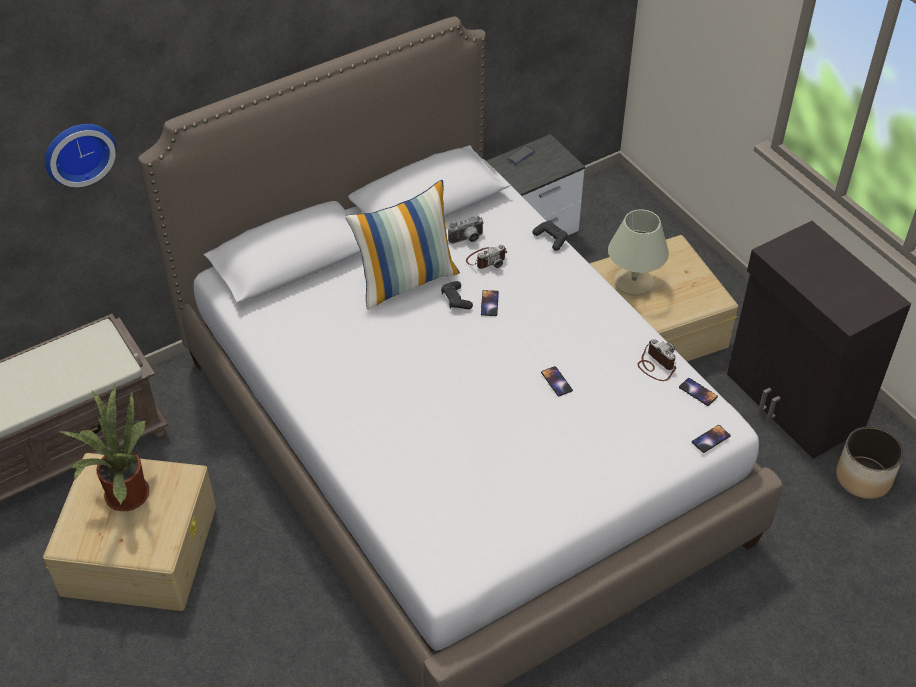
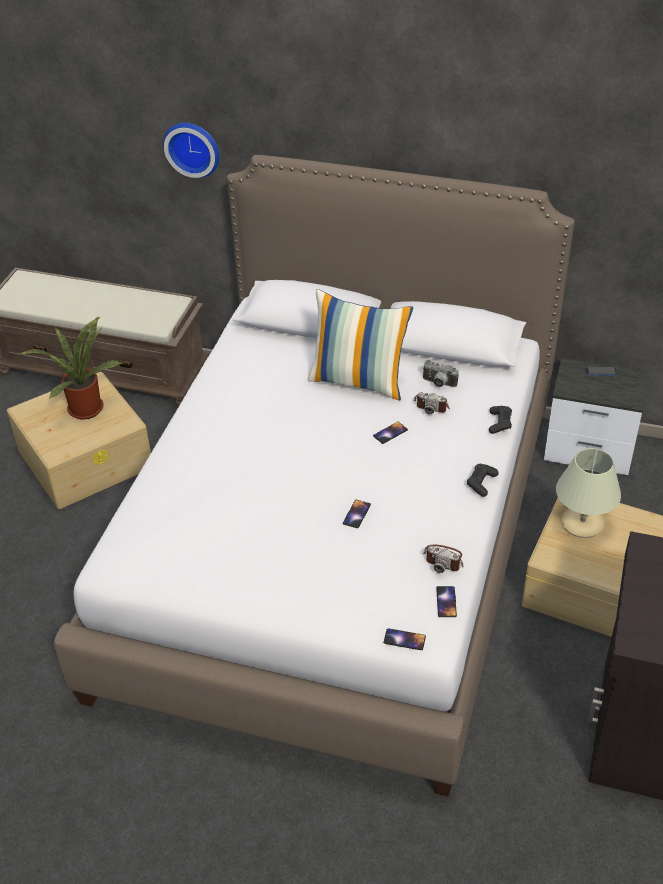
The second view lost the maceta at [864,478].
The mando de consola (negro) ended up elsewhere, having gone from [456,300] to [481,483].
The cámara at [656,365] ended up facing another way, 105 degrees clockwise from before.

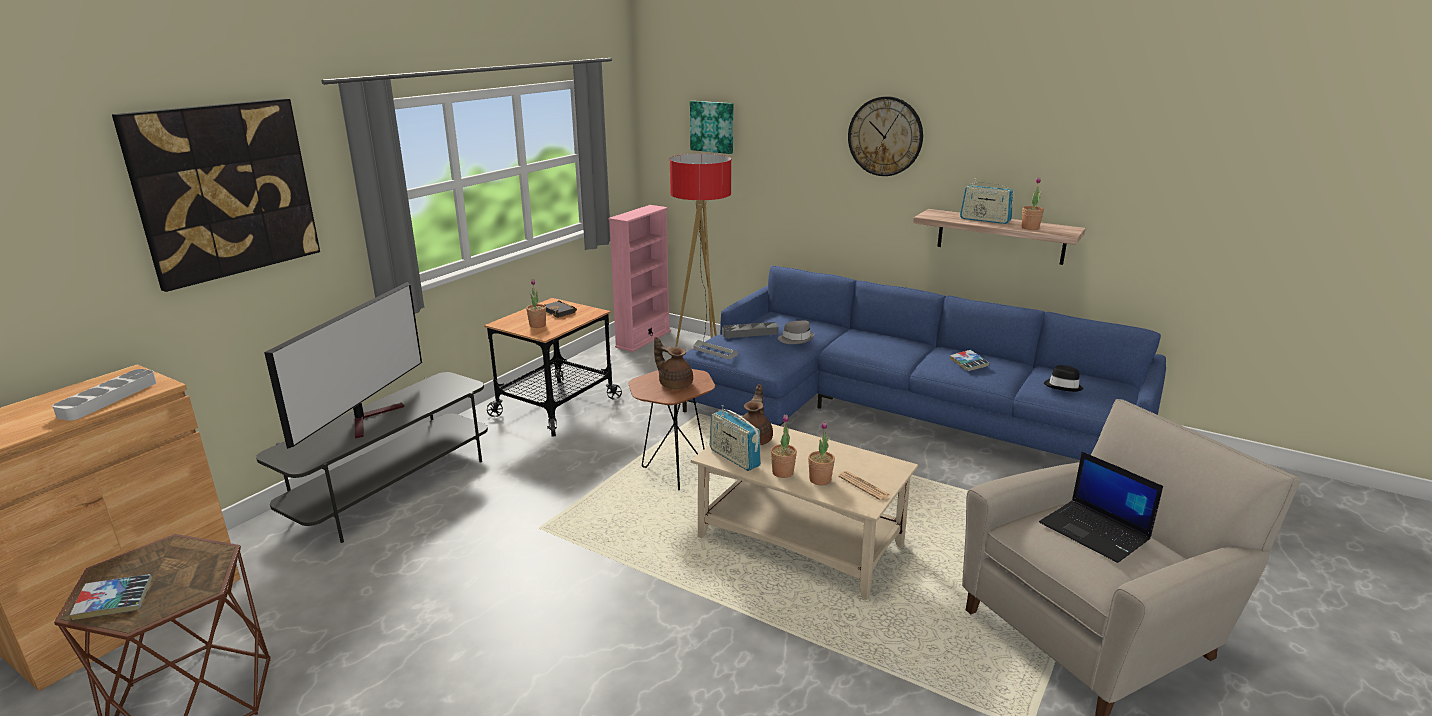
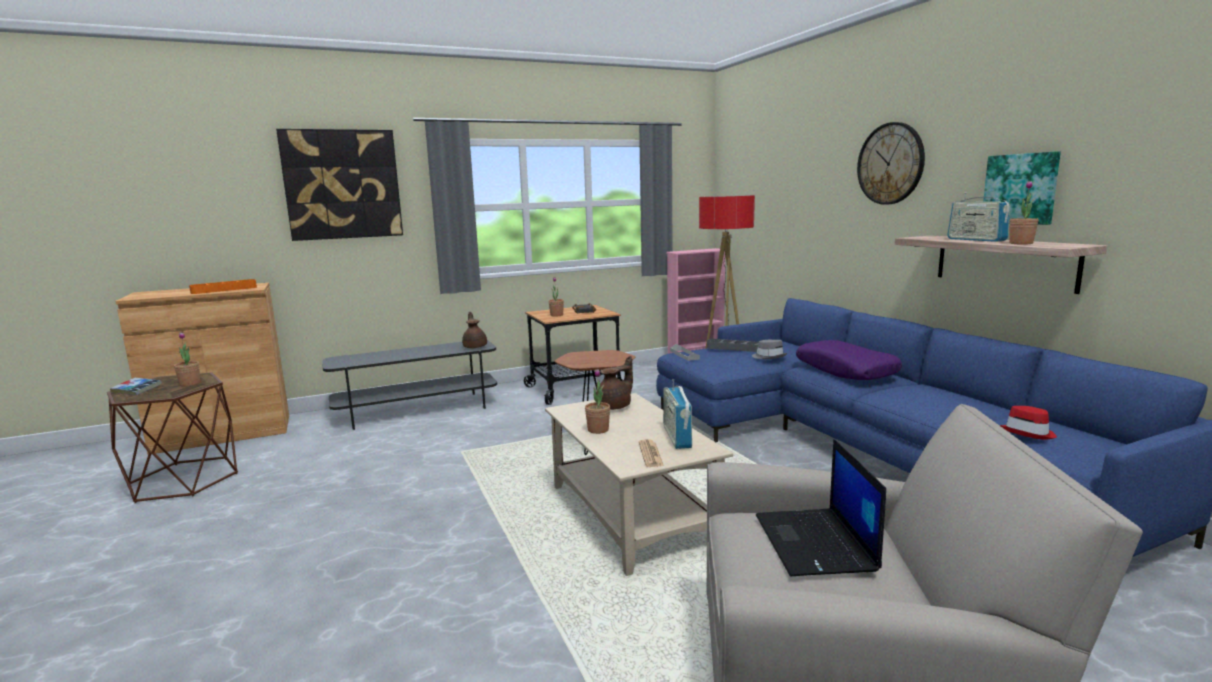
The second view lost the televisor at [370,418].
The second view lost the libro at [968,364].
The second view gained the cojín (morado) at [846,370].
The tetera (marrón) ended up elsewhere, having gone from [674,384] to [475,346].
The cuadro ended up elsewhere, having gone from [712,126] to [1021,189].
The radio ended up elsewhere, having gone from [734,458] to [677,437].
The planta en maceta ended up elsewhere, having gone from [820,480] to [190,384].
What was the bandeja (gris) at [108,399] turned into the bandeja (naranja) at [224,290].
What was the sombrero (negro) at [1063,386] turned into the sombrero (rojo) at [1028,433].

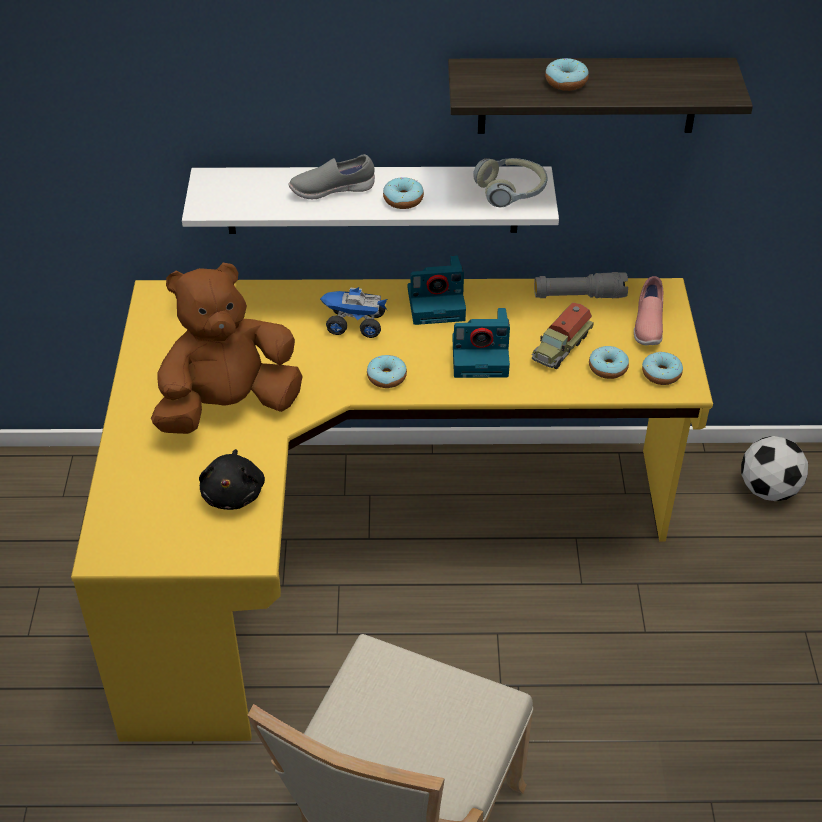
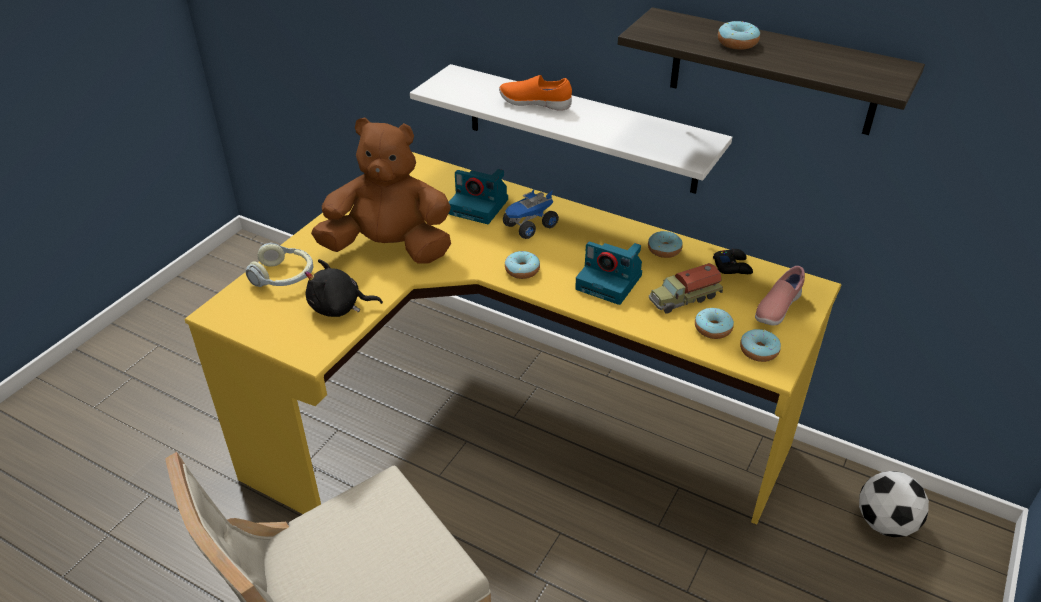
The rosquilla ended up elsewhere, having gone from [403,200] to [664,250].
The cámara ended up elsewhere, having gone from [437,303] to [480,206].
The auriculares ended up elsewhere, having gone from [511,191] to [284,276].
Where the linterna (gris) stood at [579,296], the mando de consola (negro) came to stand at [732,266].
What was the zapato (gris) at [332,190] turned into the zapato (naranja) at [535,104].
The peluche (negro) at [234,493] ended up facing another way, 60 degrees clockwise from before.
The camión de juguete at [354,325] ended up facing another way, 75 degrees counterclockwise from before.

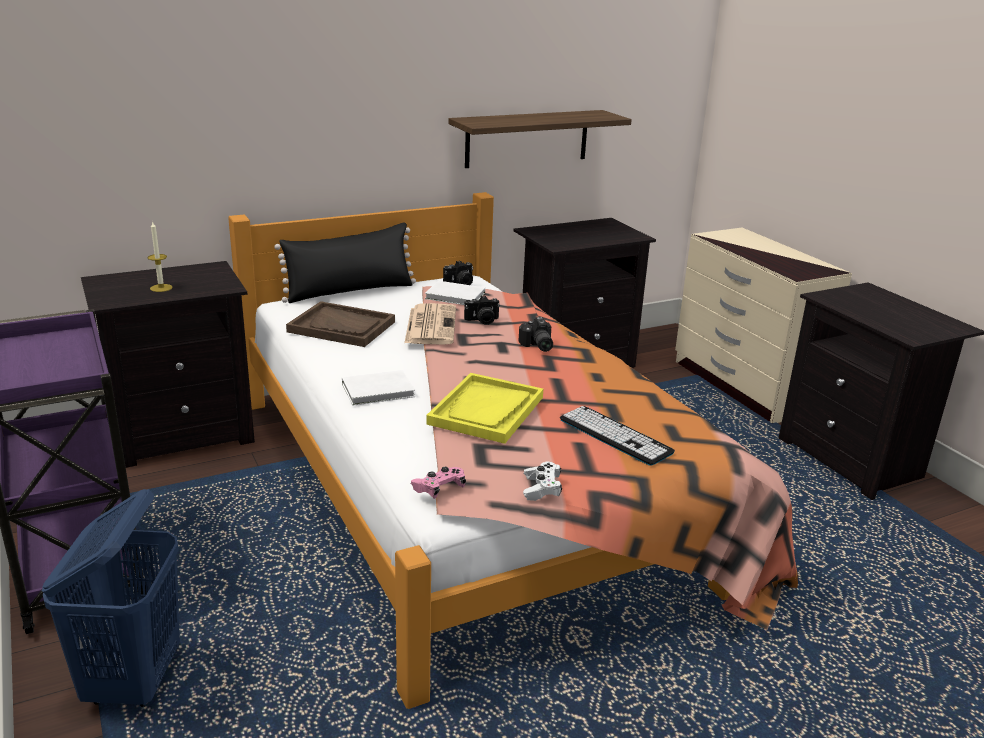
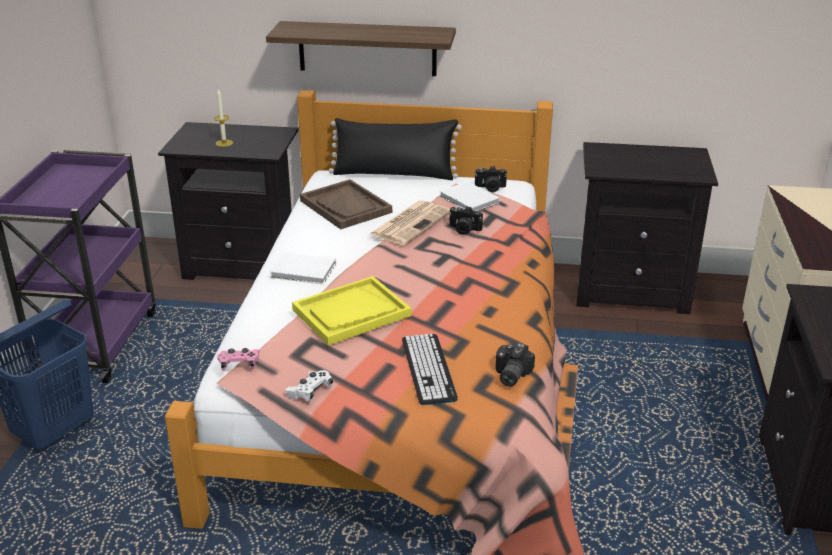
The estante ended up elsewhere, having gone from [527,138] to [367,48].
The cámara ended up elsewhere, having gone from [537,346] to [509,375].

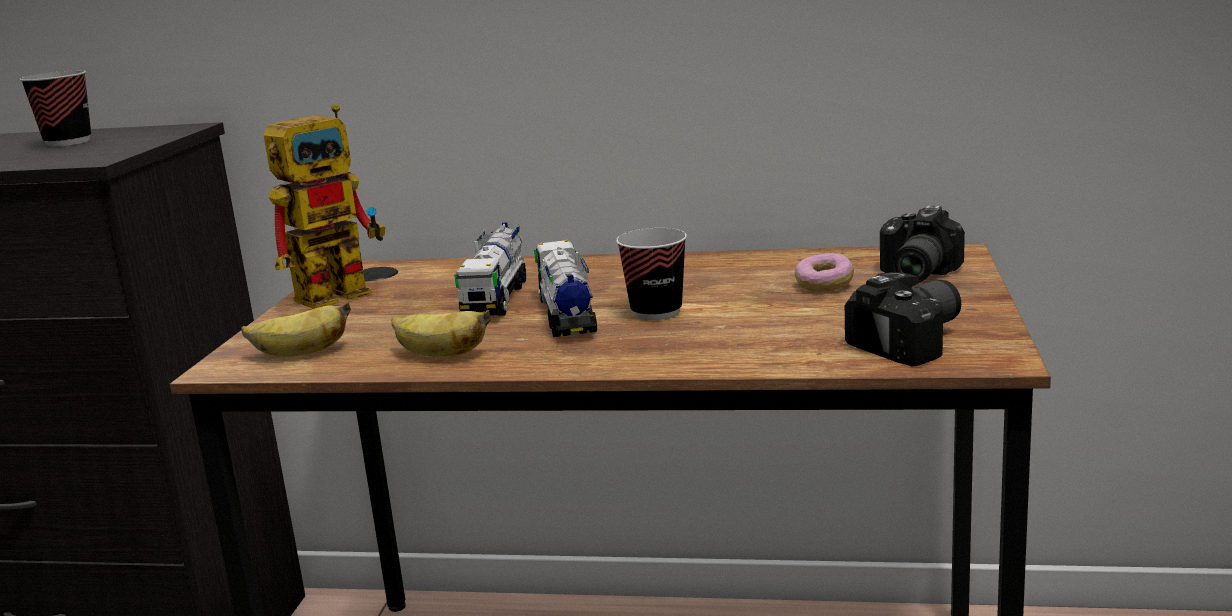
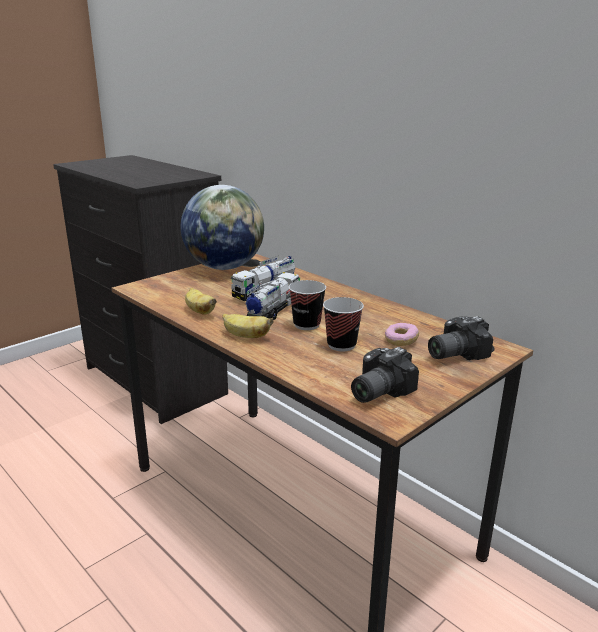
The taza ended up elsewhere, having gone from [68,142] to [341,345].
The plátano ended up elsewhere, having gone from [300,353] to [245,336].
Where the robot de juguete stood at [343,291], the globo terráqueo came to stand at [224,267].
The cámara at [916,342] ended up facing another way, 135 degrees clockwise from before.

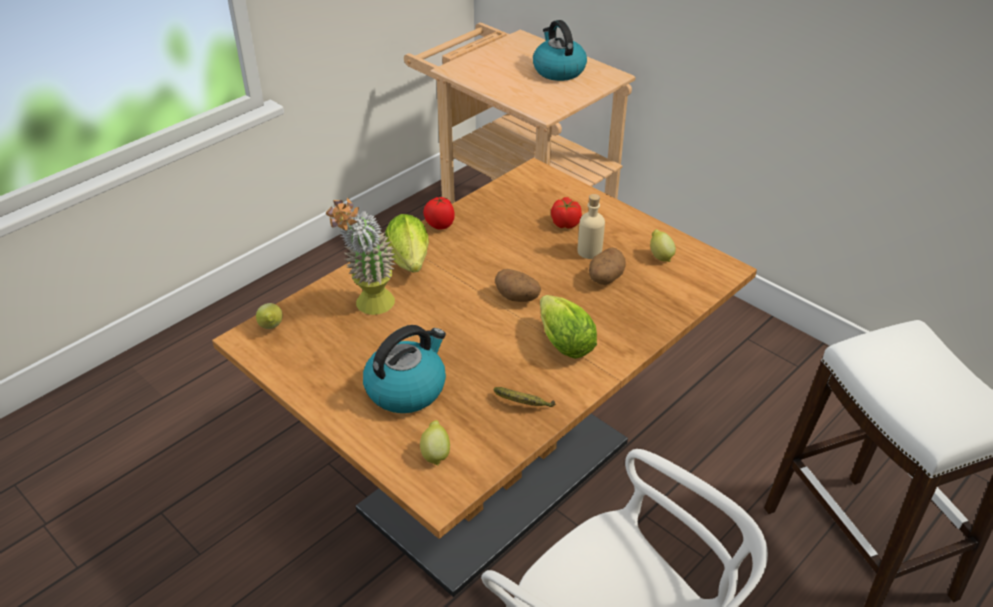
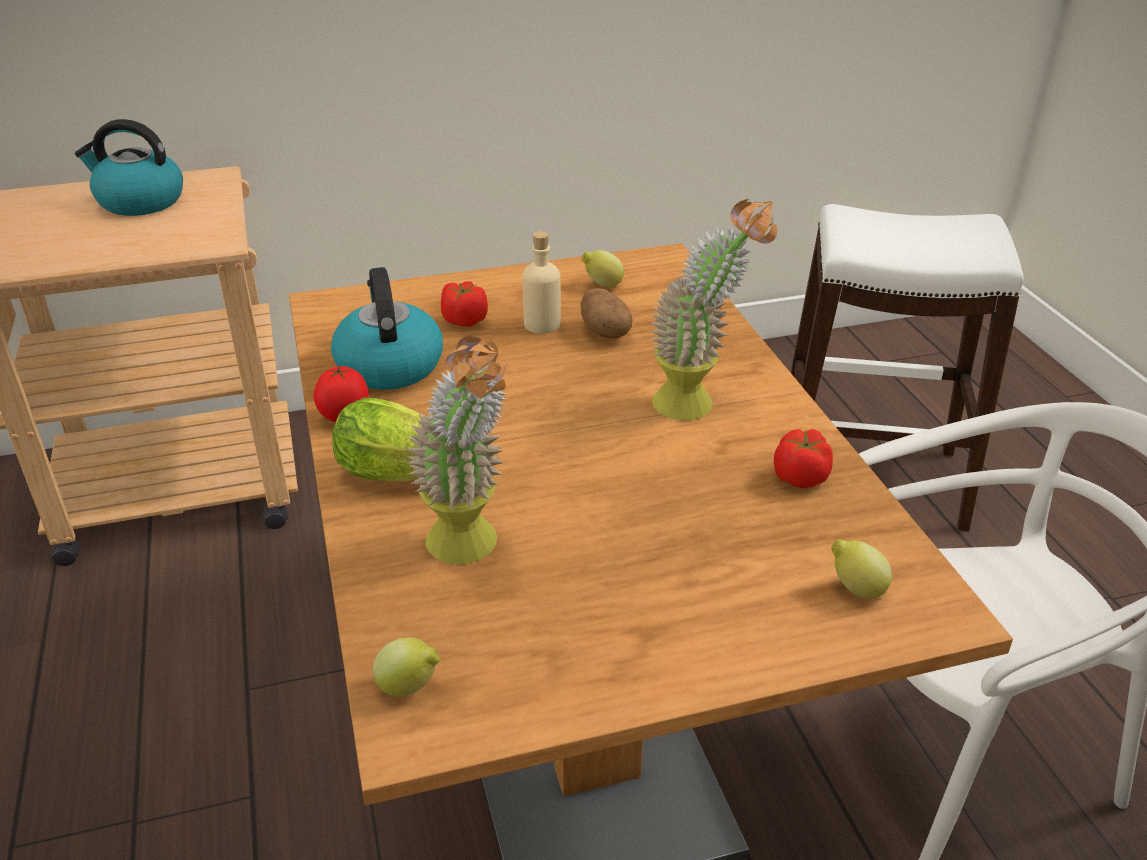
The second view lost the patata at [518,297].
The hervidor ended up elsewhere, having gone from [406,388] to [389,365].
Where the plátano stood at [522,404], the tomate came to stand at [800,477].
Where the lechuga stood at [562,341], the planta en maceta came to stand at [699,404].

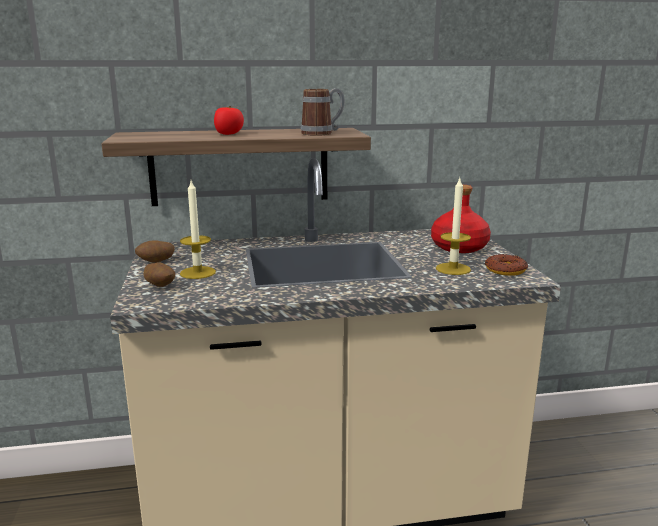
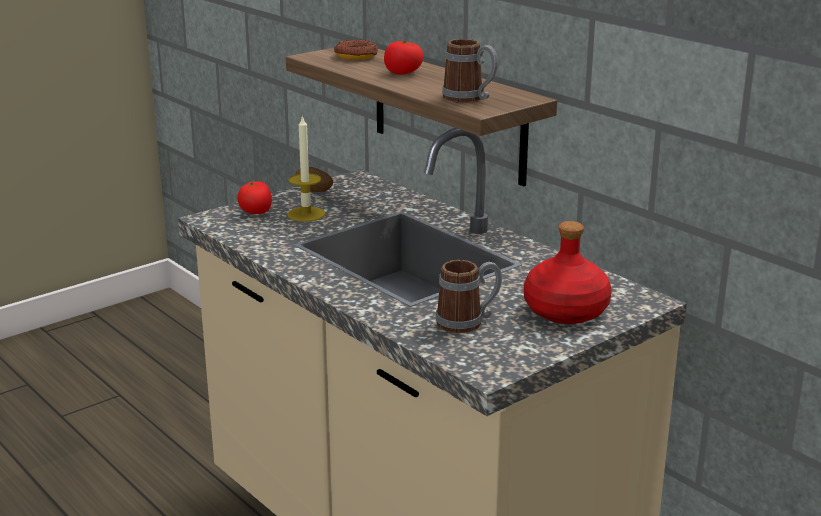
The rosquilla ended up elsewhere, having gone from [505,270] to [356,56].
Where the patata stood at [160,286], the tomate came to stand at [256,212].
Where the vela stood at [453,269], the taza grande came to stand at [468,322].

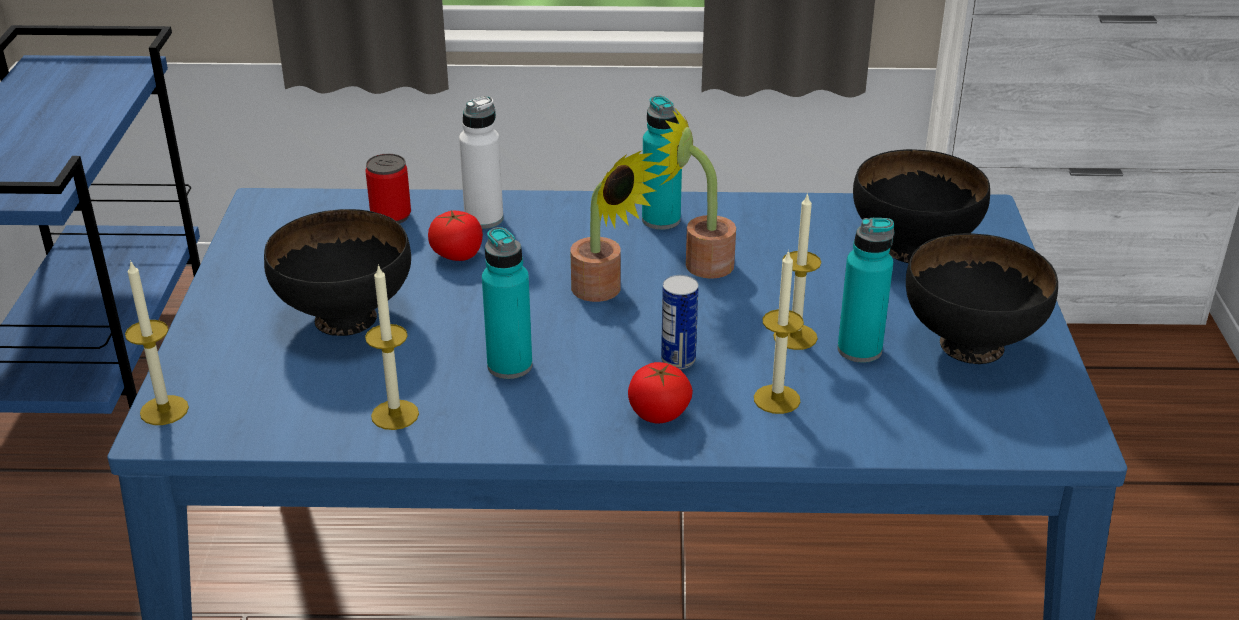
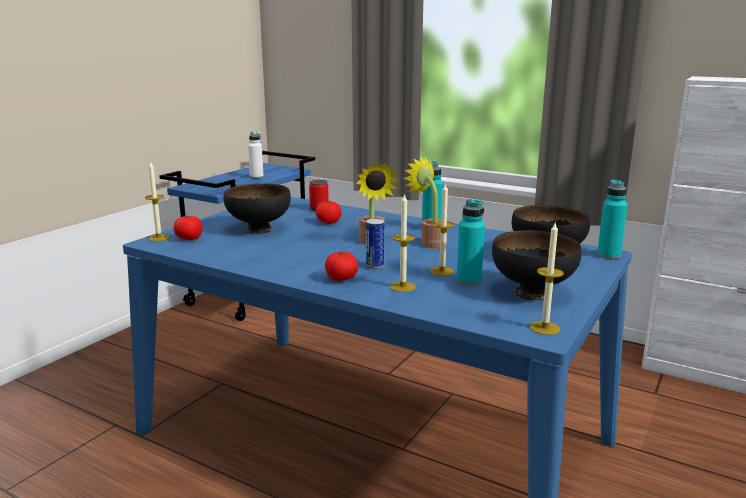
The second view gained the tomate at [189,238].
The vela ended up elsewhere, having gone from [395,415] to [544,328].
The botella (blanco) ended up elsewhere, having gone from [484,219] to [256,177].
The botella (turquesa) ended up elsewhere, having gone from [509,366] to [608,255].

